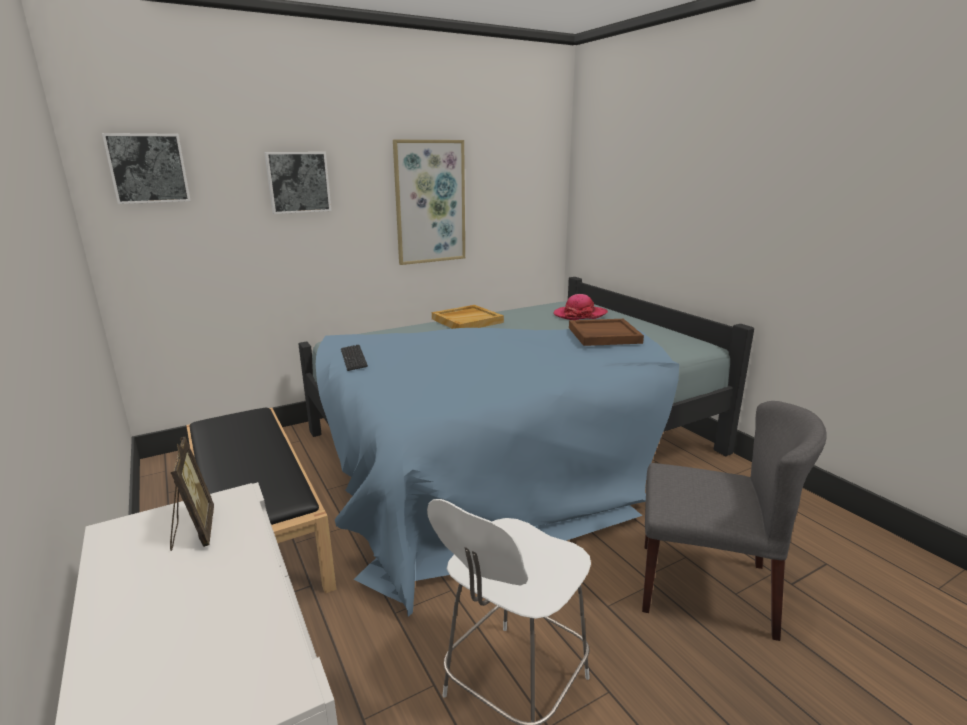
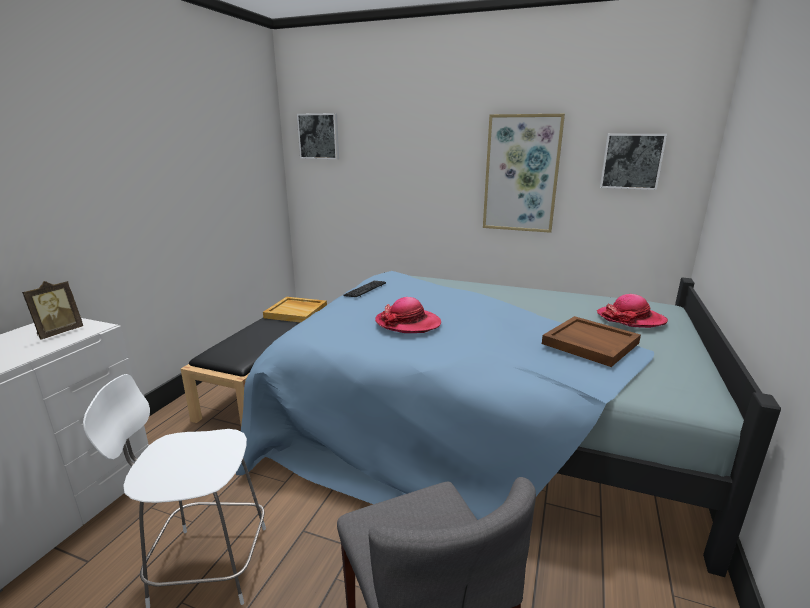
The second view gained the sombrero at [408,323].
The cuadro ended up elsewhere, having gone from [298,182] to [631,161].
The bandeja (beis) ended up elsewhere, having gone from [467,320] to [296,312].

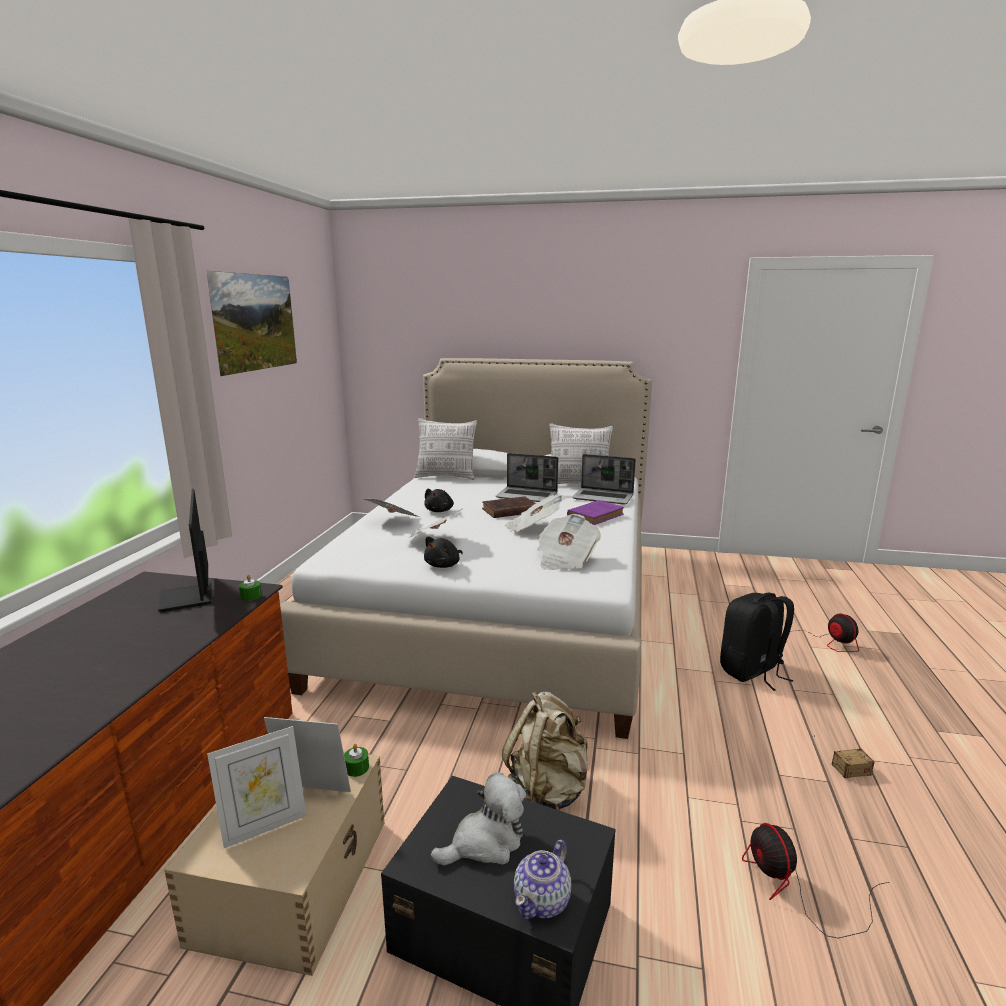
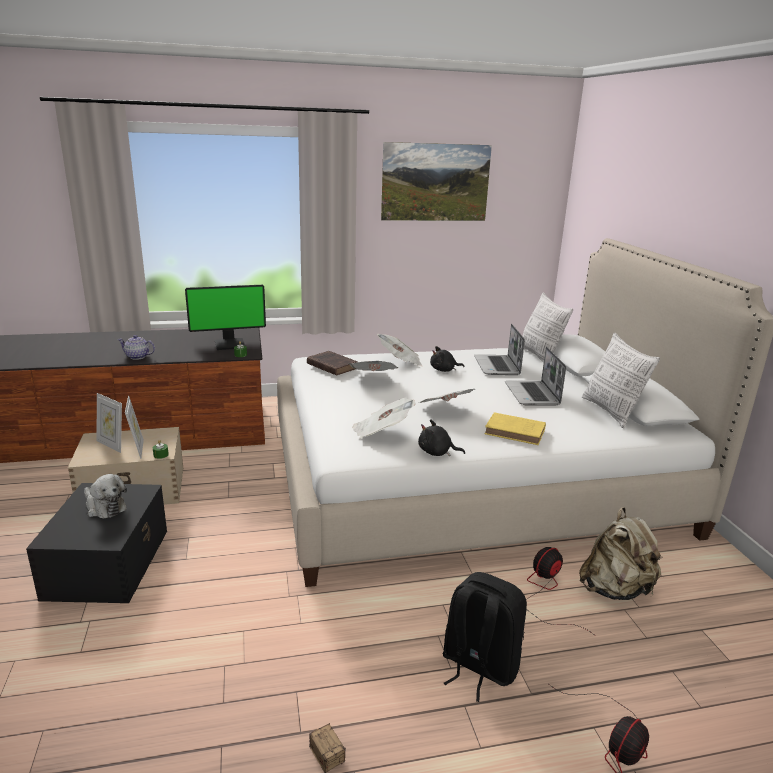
The peluche (negro) ended up elsewhere, having gone from [444,565] to [437,452].
The libro (marrón) ended up elsewhere, having gone from [508,511] to [331,366].
The mochila (beis) ended up elsewhere, having gone from [548,790] to [615,589].
The tetera ended up elsewhere, having gone from [543,900] to [137,357].
The portátil ended up elsewhere, having gone from [604,497] to [497,366].
The ventilador ended up elsewhere, having gone from [796,890] to [546,593].
What was the libro (morado) at [596,515] turned into the libro (amarillo) at [516,432].
The monitor at [190,598] ended up facing another way, 150 degrees counterclockwise from before.

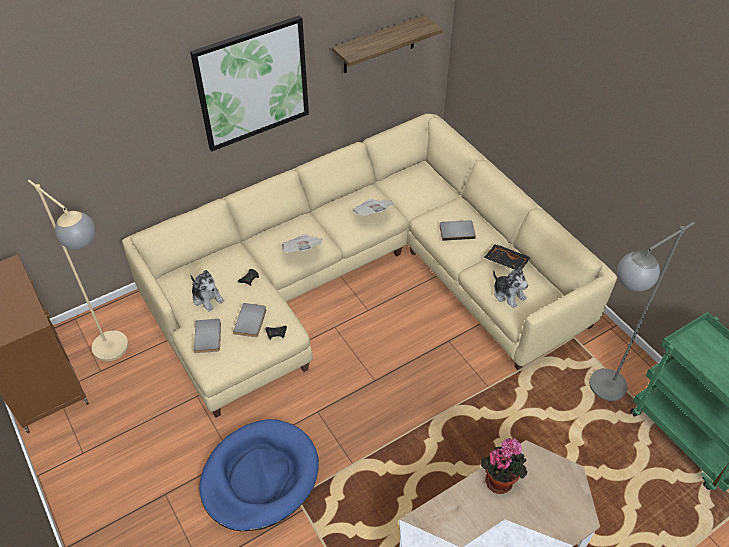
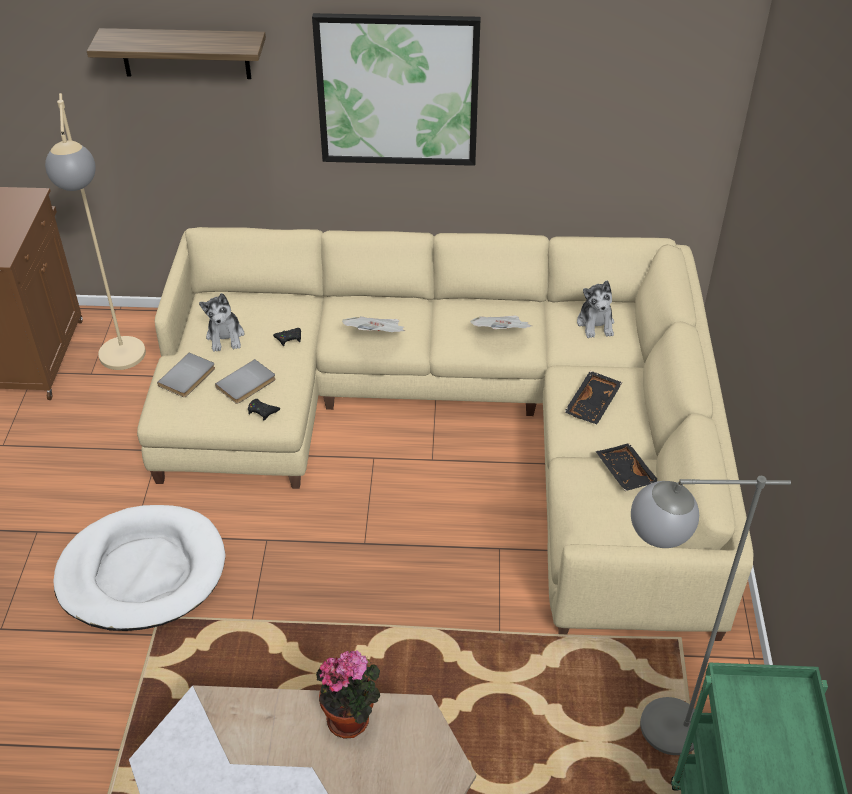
The estante ended up elsewhere, having gone from [379,45] to [185,53].
The peluche ended up elsewhere, having gone from [508,294] to [596,324].
Where the libro (gris) stood at [456,231], the bandeja (negro) came to stand at [593,404].
What was the cama para perro (azul) at [260,477] turned into the cama para perro (blanco) at [142,572].

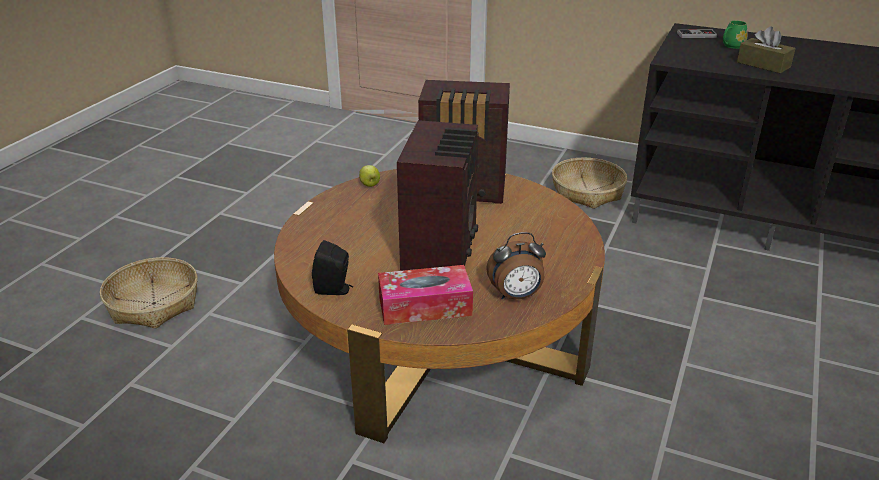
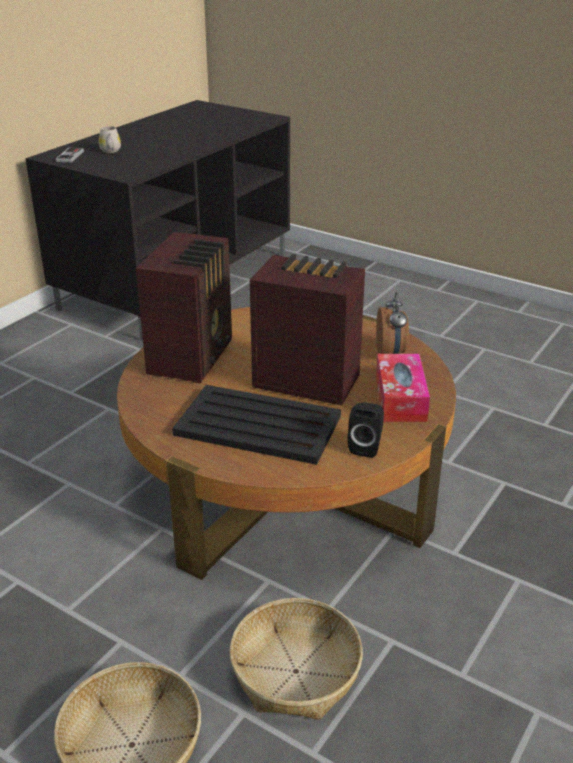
The second view lost the manzana at [370,185].
The second view lost the caja de pañuelos (marrón) at [763,65].
The second view gained the bandeja (negro) at [256,425].
The cesta ended up elsewhere, having gone from [587,192] to [295,672].
What was the taza grande (verde) at [731,46] turned into the taza grande (blanco) at [111,151].

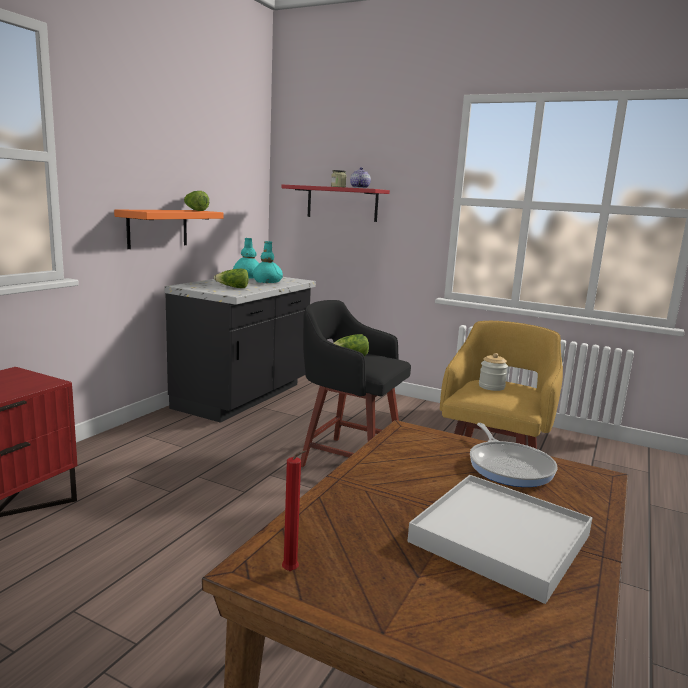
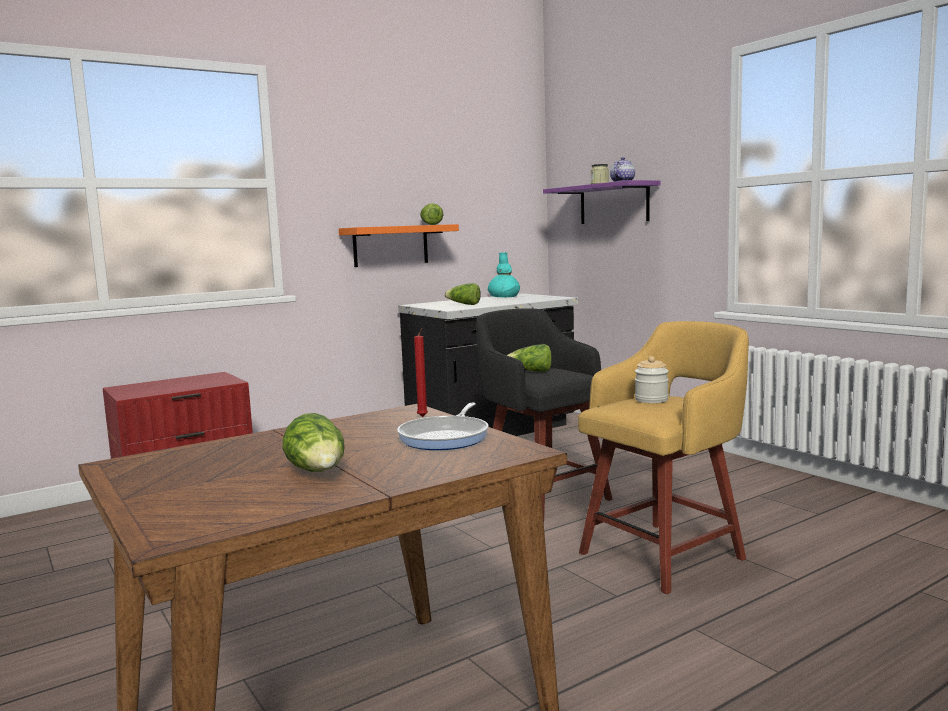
The second view lost the florero (turquesa) at [267,282].
The vela (rojo) ended up elsewhere, having gone from [292,572] to [423,417].
Where the bandeja (blanco) stood at [500,538], the lechuga came to stand at [319,472].
What was the estante (rojo) at [342,203] turned into the estante (morado) at [614,204].

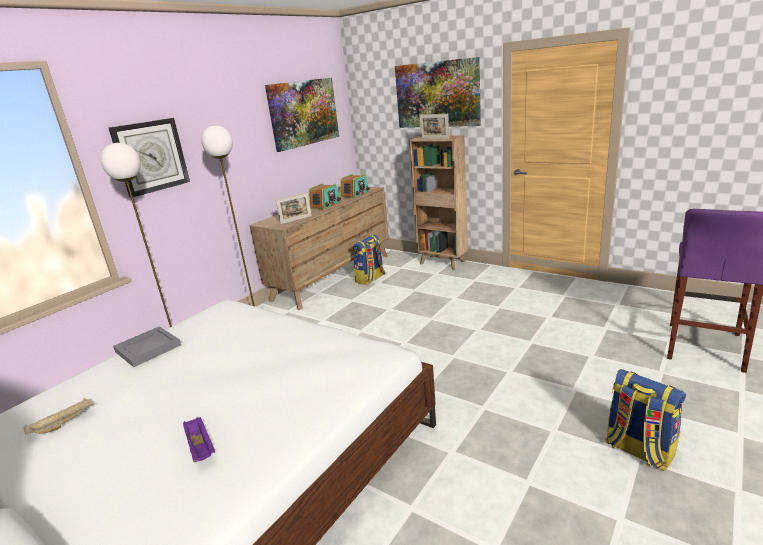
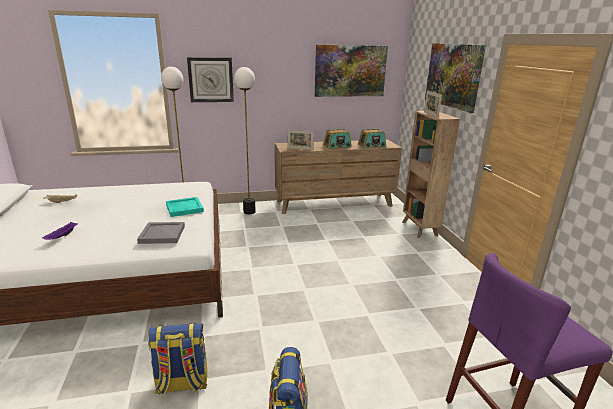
The second view gained the bandeja (turquesa) at [185,208].
The bandeja (gris) ended up elsewhere, having gone from [147,349] to [161,235].
The mochila ended up elsewhere, having gone from [370,279] to [182,383].

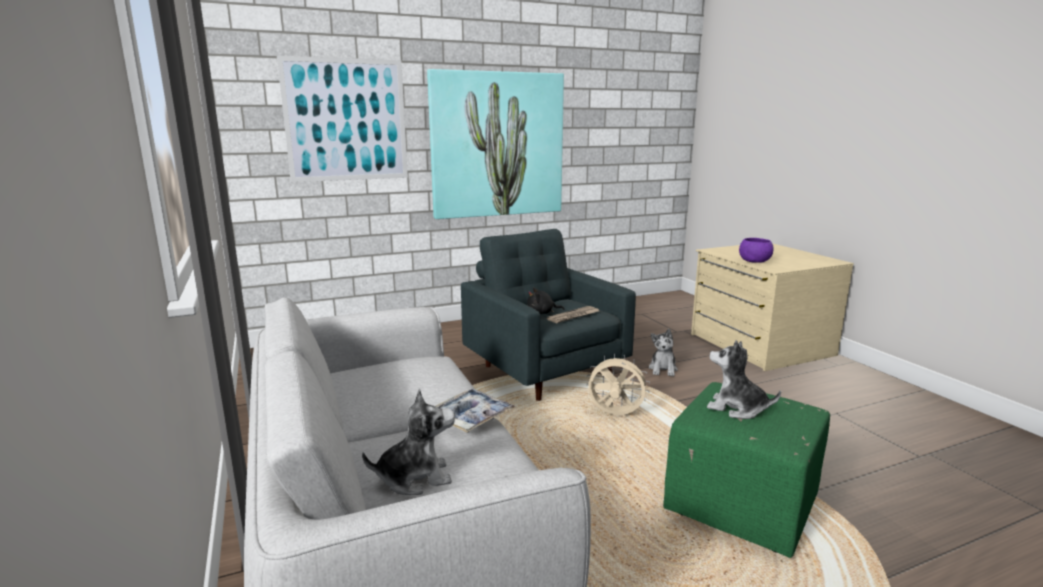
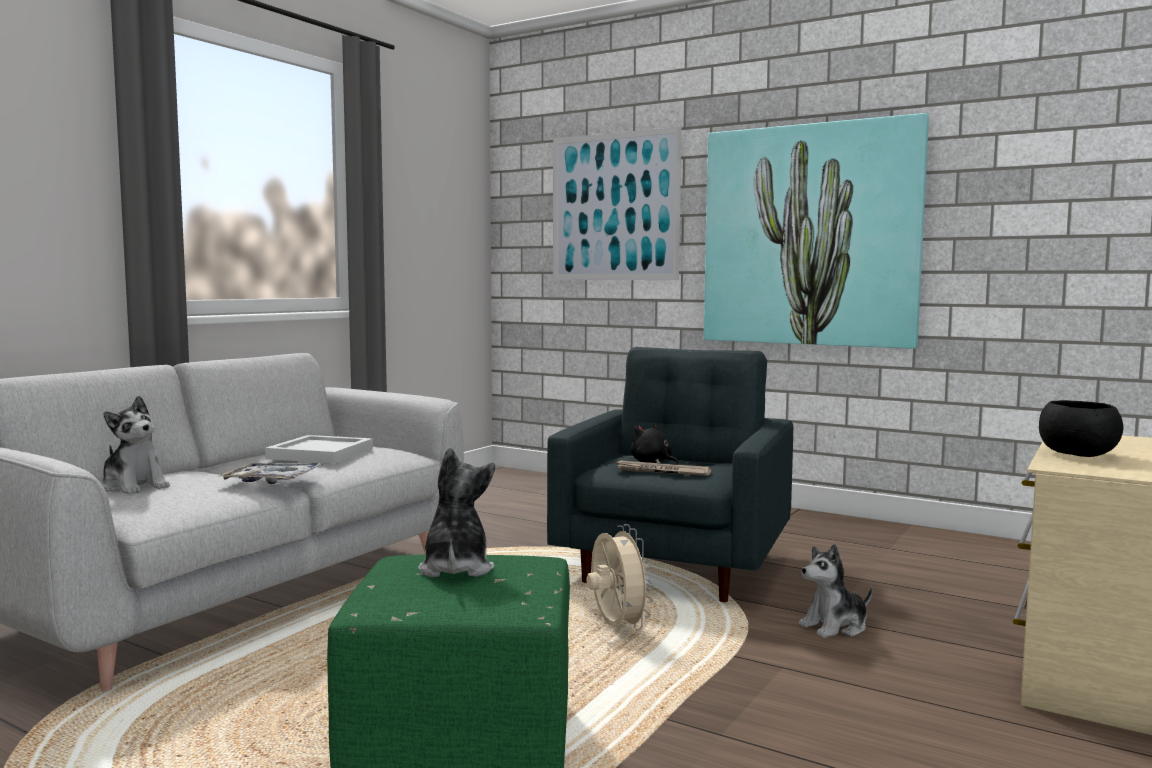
The second view gained the bandeja (blanco) at [320,453].
What was the cuenco (morado) at [754,261] turned into the cuenco (negro) at [1077,455].

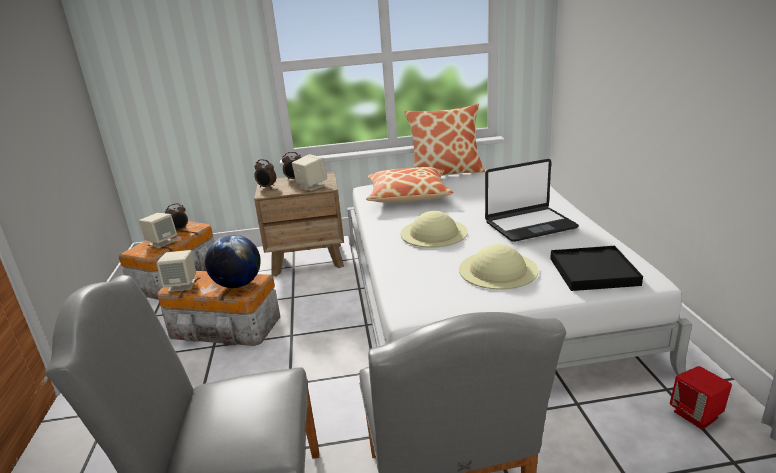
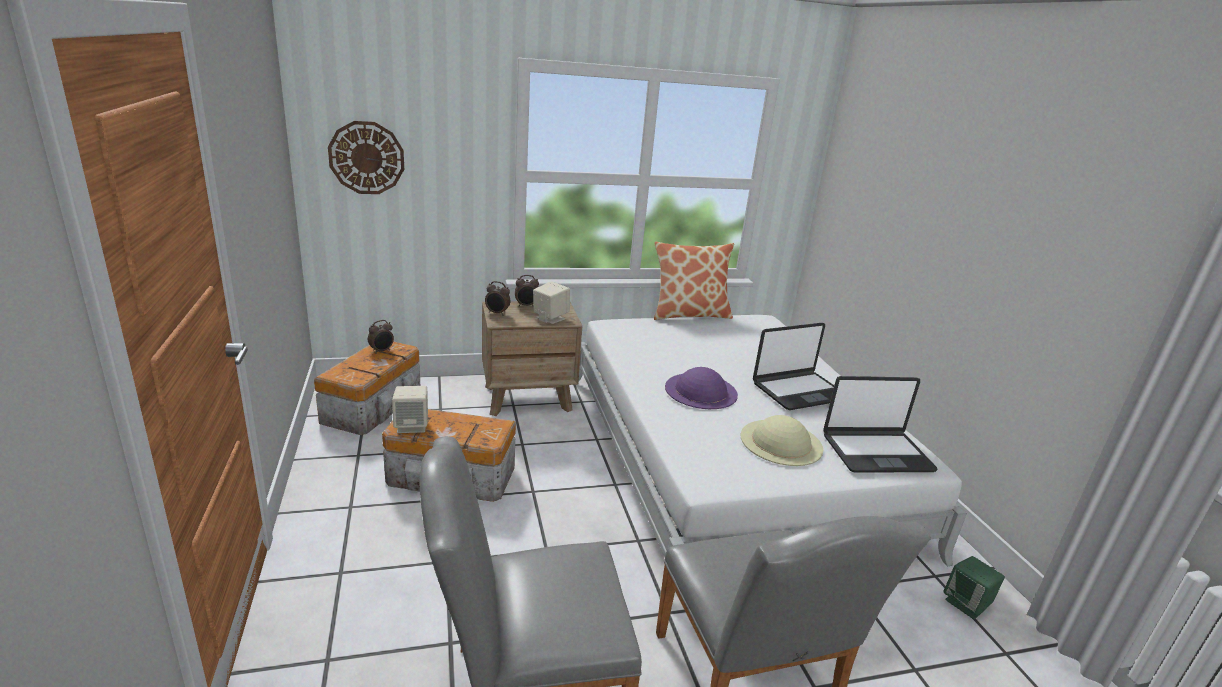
The second view lost the altavoz (beis) at [162,242].
The second view lost the globo terráqueo at [238,284].
The second view lost the cojín at [408,195].
The second view gained the reloj de pared at [366,158].
Where the bandeja (negro) stood at [593,271], the portátil came to stand at [876,452].
What was the sombrero (beis) at [433,232] turned into the sombrero (morado) at [701,390].
What was the altavoz (rojo) at [696,415] turned into the altavoz (verde) at [966,604].

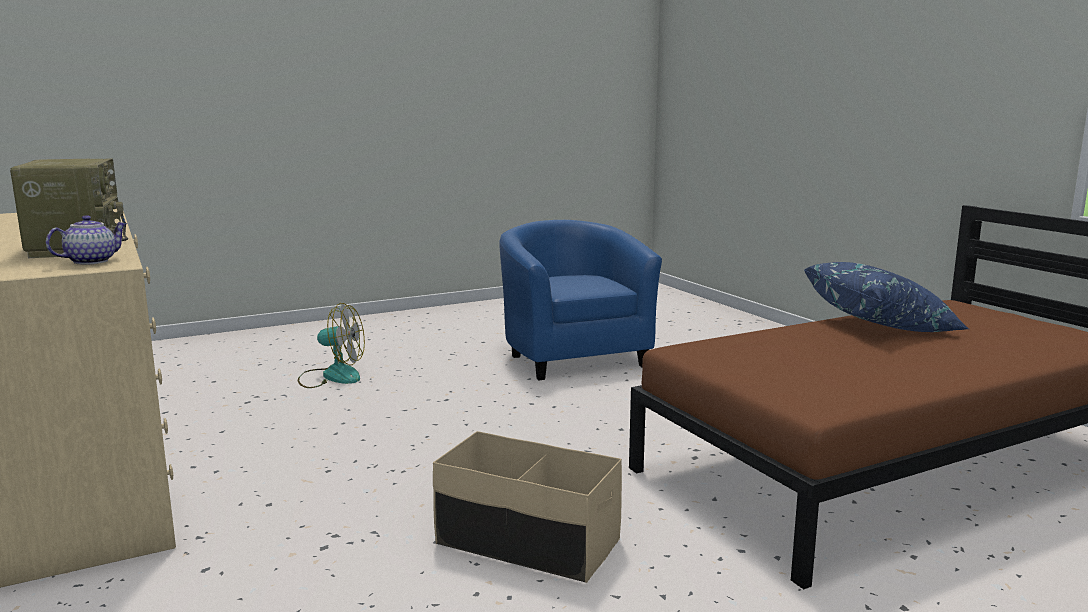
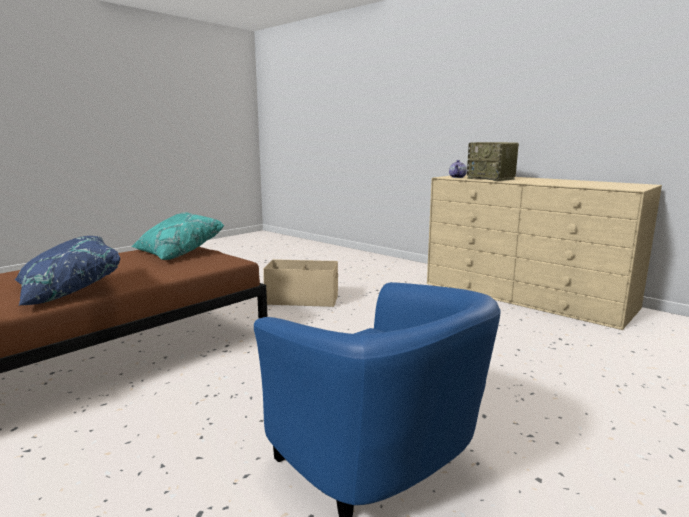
The second view lost the ventilador at [332,376].
The second view gained the cojín (turquesa) at [177,253].

